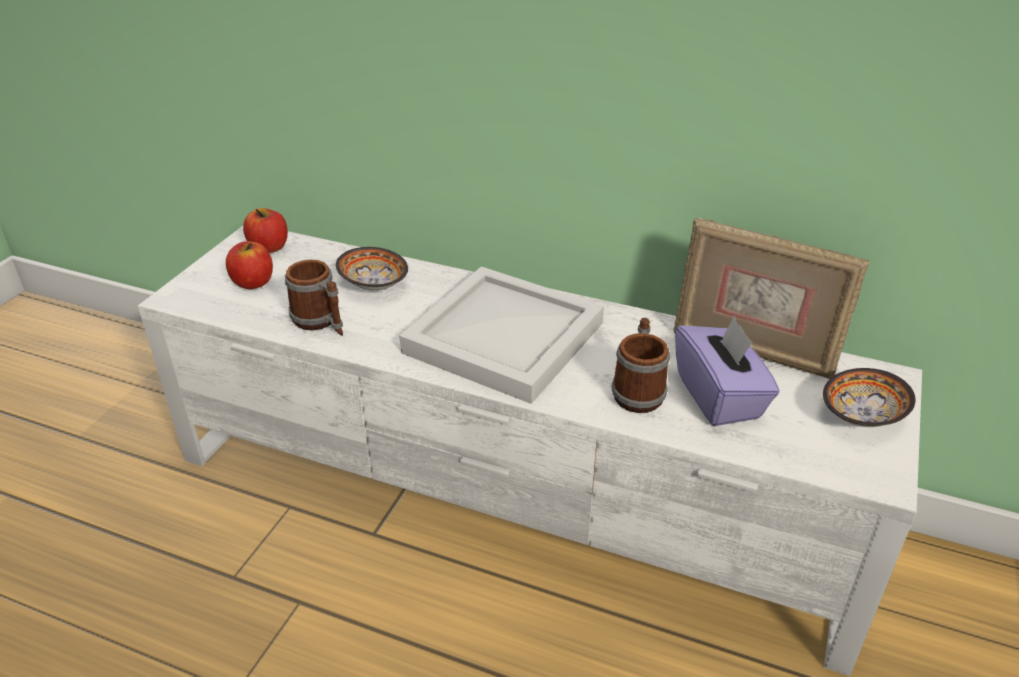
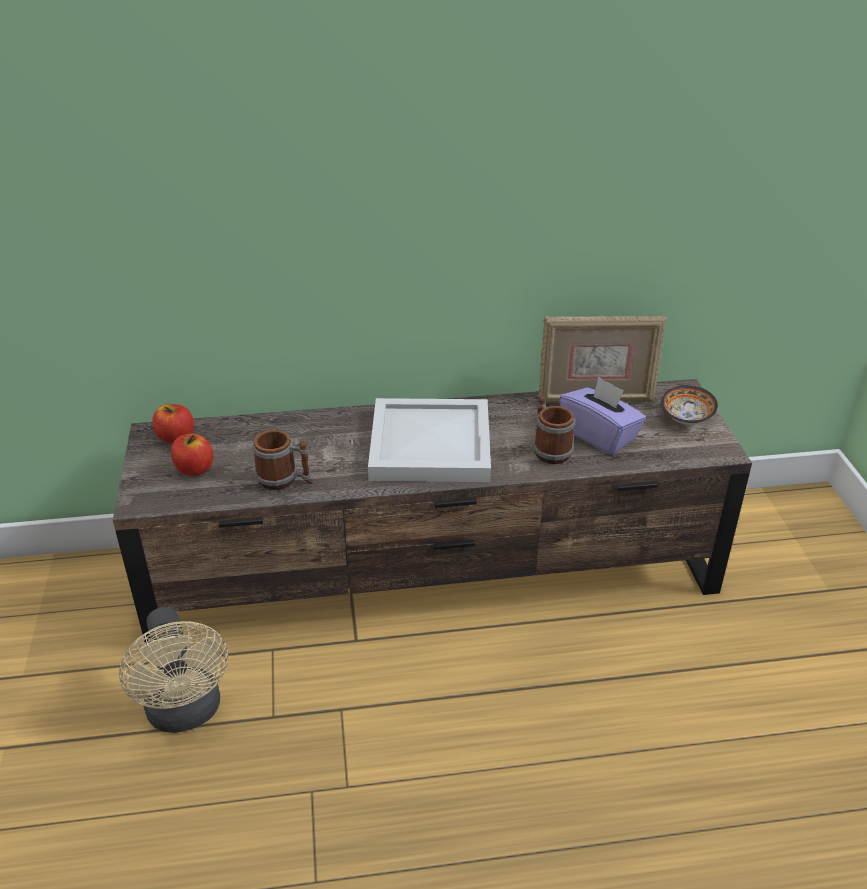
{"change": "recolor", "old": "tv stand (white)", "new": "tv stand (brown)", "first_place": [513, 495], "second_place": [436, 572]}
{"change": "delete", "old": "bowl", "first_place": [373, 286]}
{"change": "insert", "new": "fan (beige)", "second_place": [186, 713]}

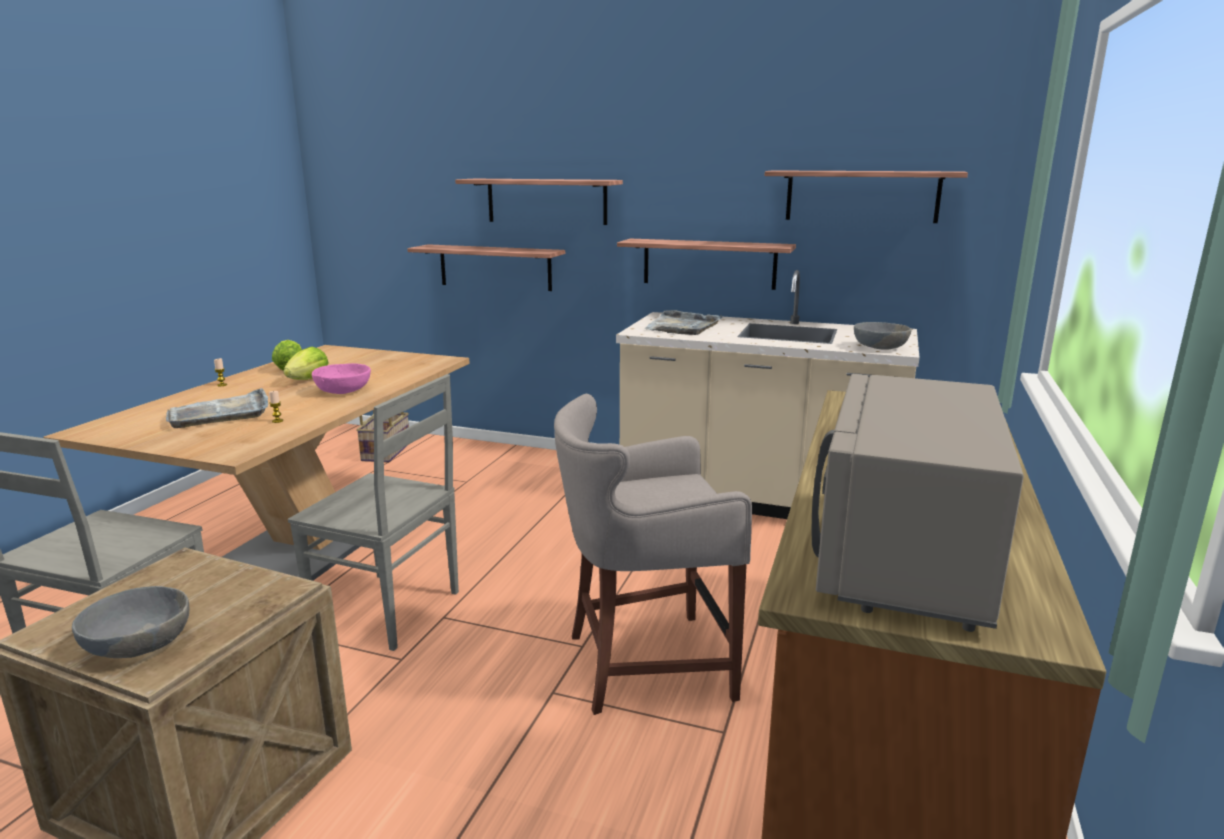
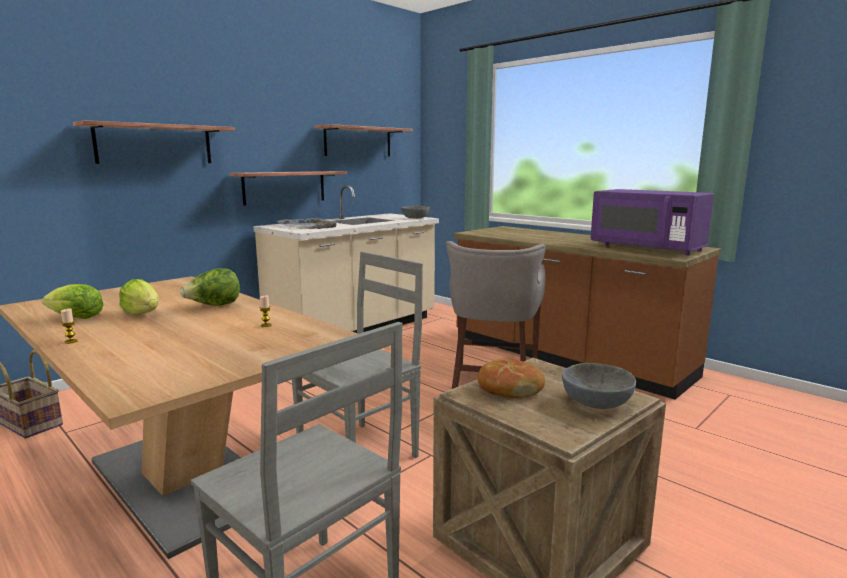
{"change": "delete", "old": "tray (grey)", "first_place": [220, 413]}
{"change": "replace", "old": "bowl (pink)", "new": "lettuce", "first_place": [344, 391], "second_place": [214, 306]}
{"change": "delete", "old": "shelf", "first_place": [495, 267]}
{"change": "recolor", "old": "microwave (grey)", "new": "microwave (purple)", "first_place": [903, 556], "second_place": [647, 248]}
{"change": "insert", "new": "bread", "second_place": [509, 388]}

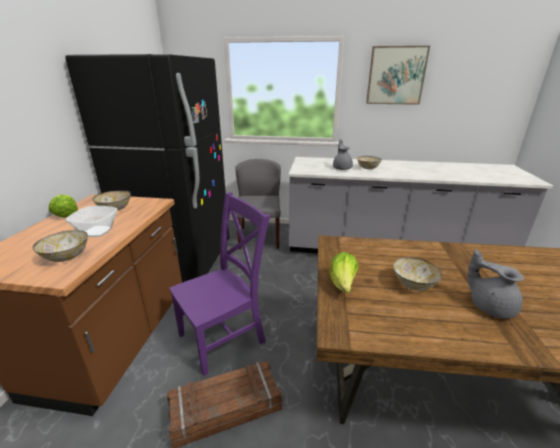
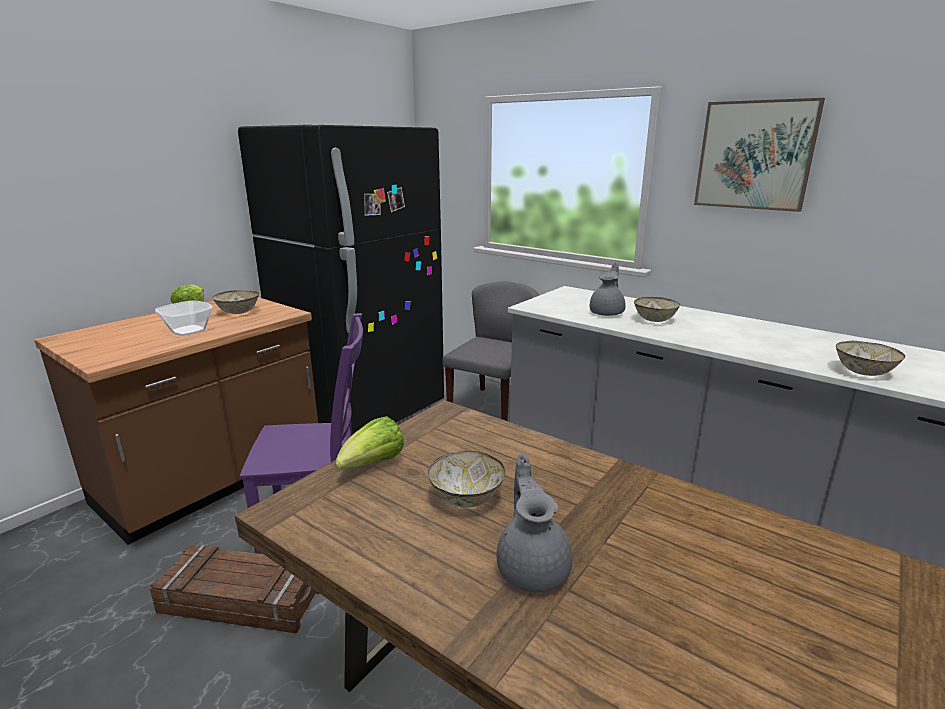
{"change": "move", "old": "bowl", "first_place": [66, 257], "second_place": [862, 372]}

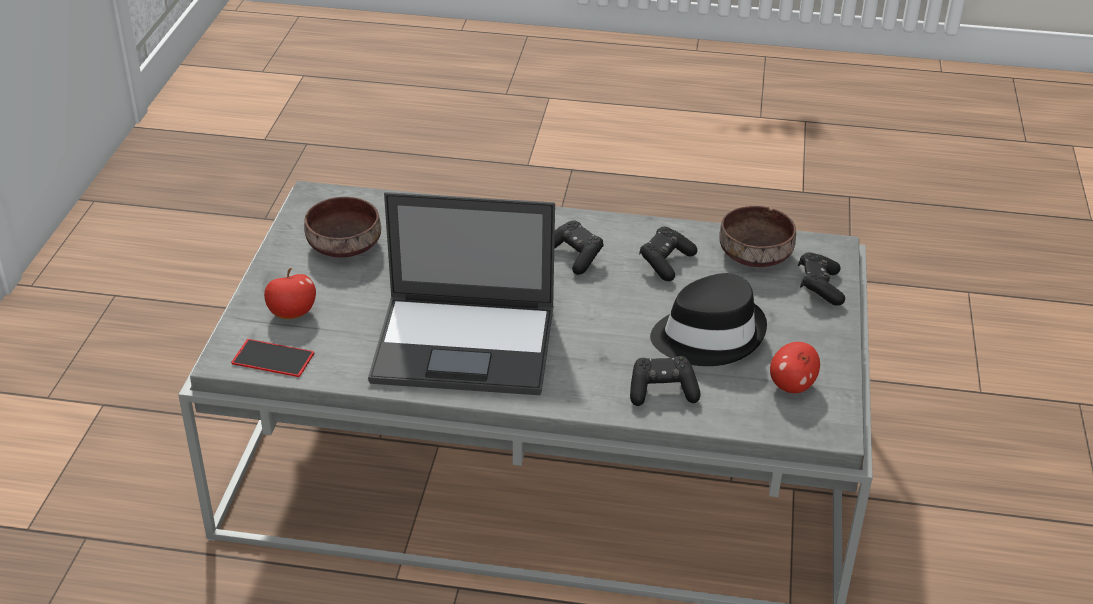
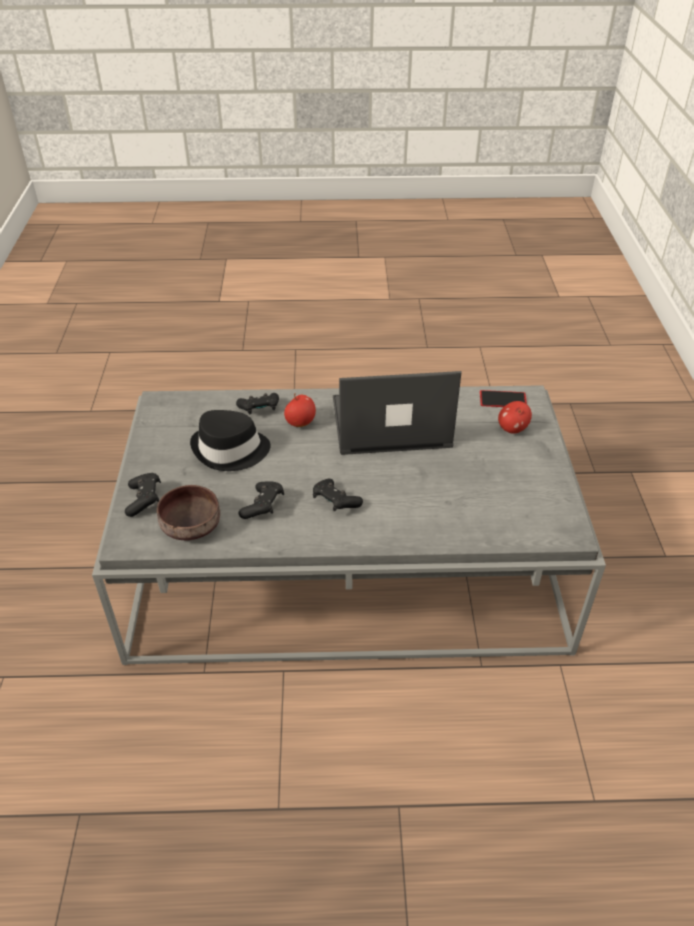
{"change": "delete", "old": "bowl (brown)", "first_place": [346, 246]}
{"change": "move", "old": "apple", "first_place": [791, 386], "second_place": [300, 422]}

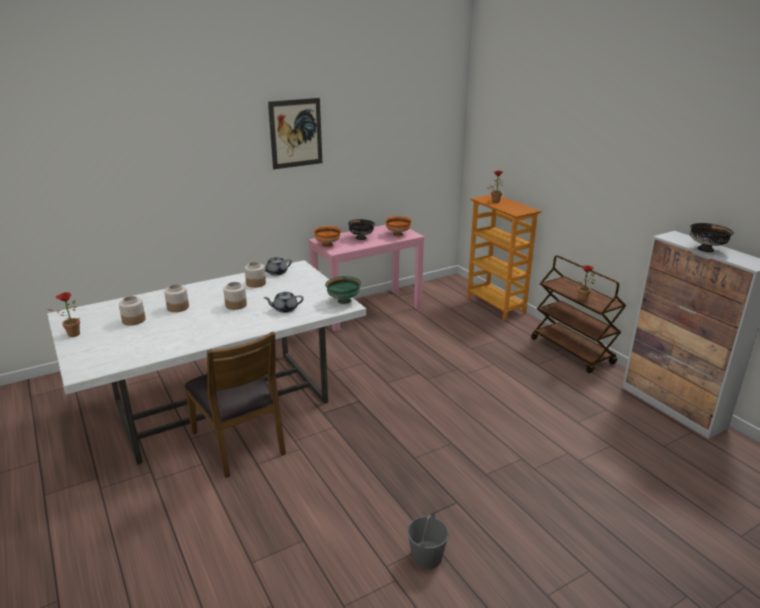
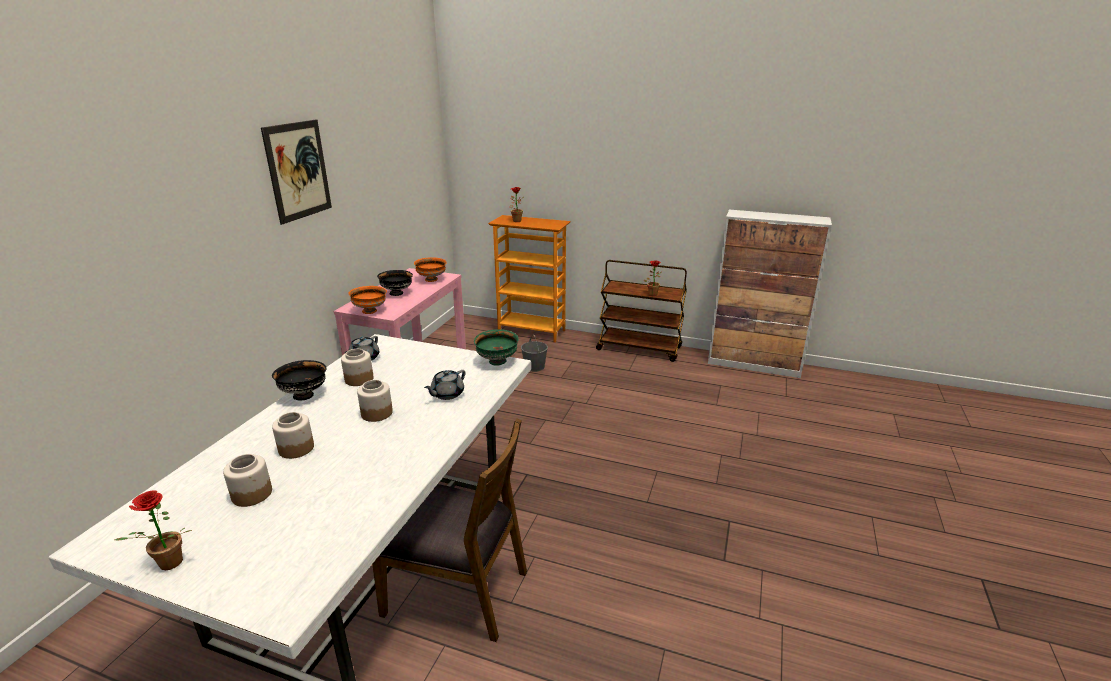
{"change": "move", "old": "bucket (grey)", "first_place": [427, 557], "second_place": [534, 367]}
{"change": "move", "old": "bowl (black)", "first_place": [706, 249], "second_place": [304, 395]}

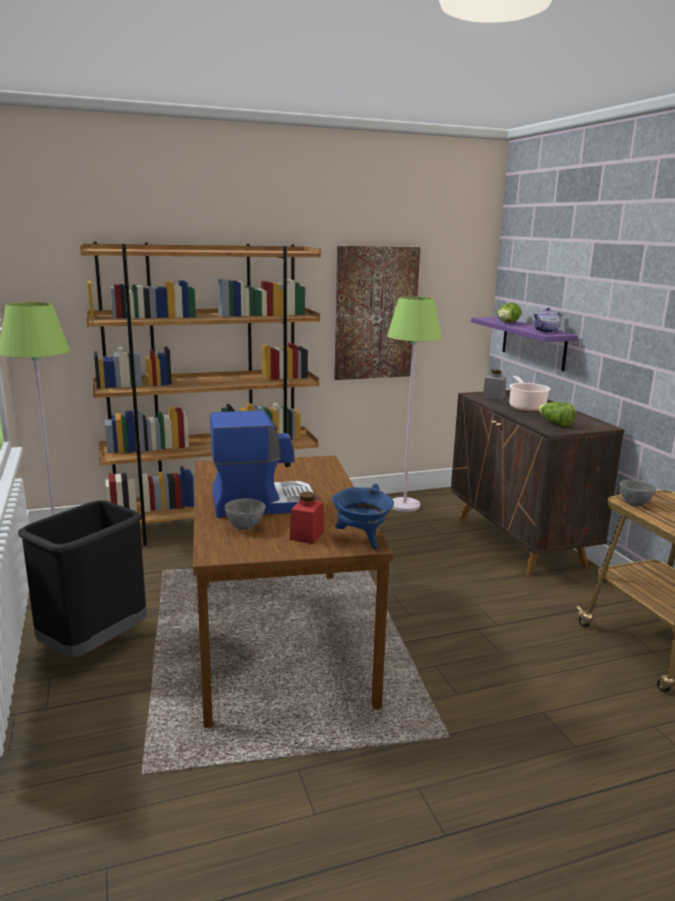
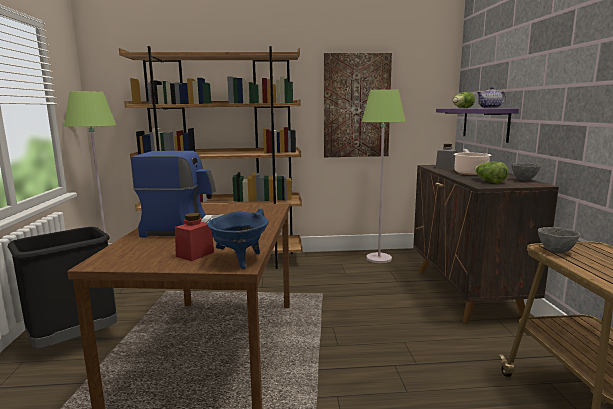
{"change": "move", "old": "bowl (grey)", "first_place": [245, 527], "second_place": [523, 179]}

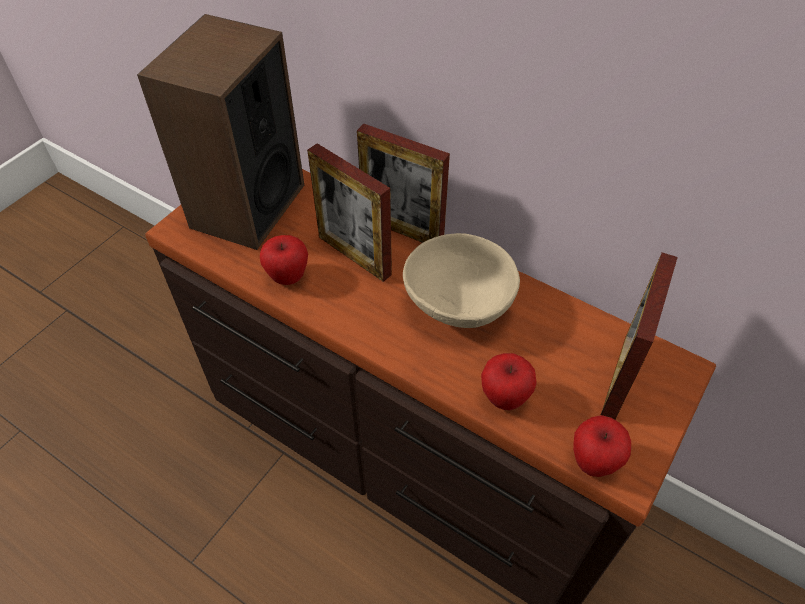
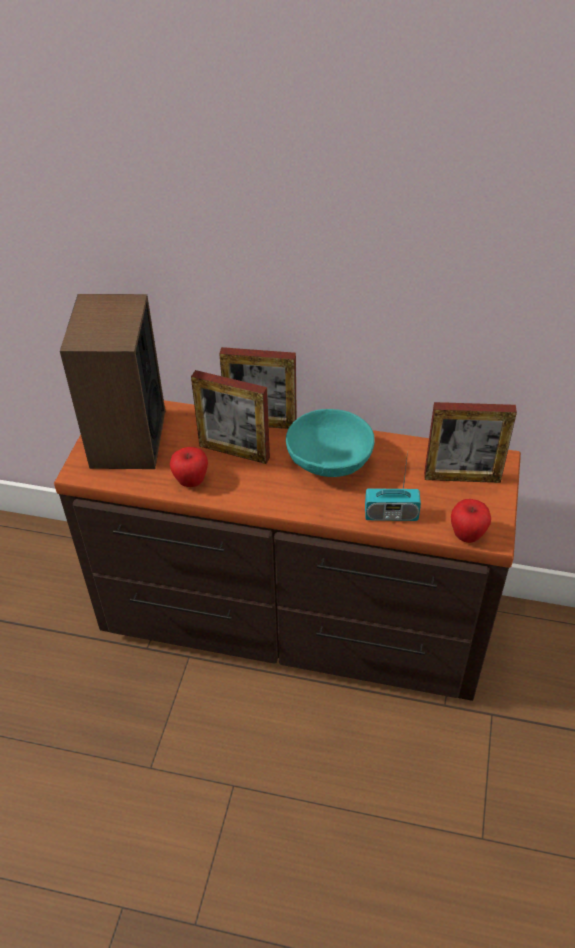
{"change": "recolor", "old": "bowl (beige)", "new": "bowl (turquoise)", "first_place": [459, 304], "second_place": [330, 463]}
{"change": "replace", "old": "apple", "new": "radio", "first_place": [504, 398], "second_place": [391, 514]}
{"change": "rotate", "old": "picture frame", "first_place": [620, 376], "second_place": [462, 477], "degrees": -90}

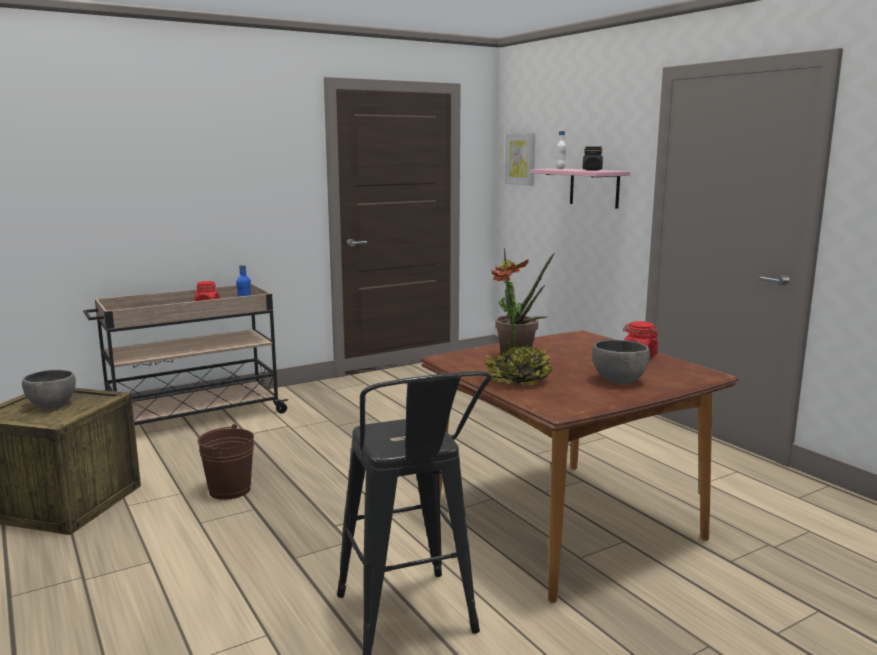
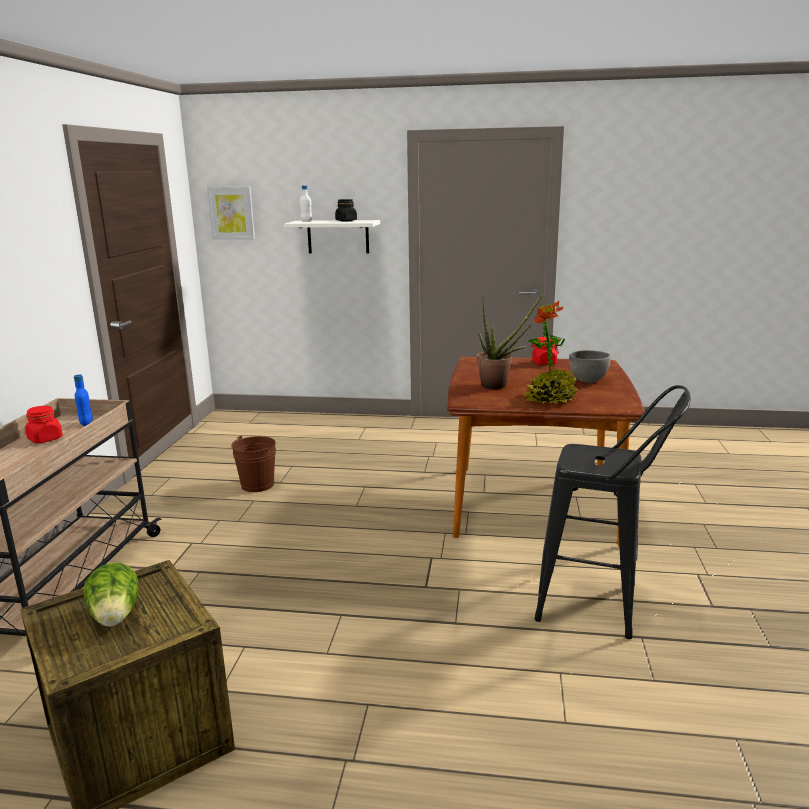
{"change": "replace", "old": "bowl (grey)", "new": "lettuce", "first_place": [52, 405], "second_place": [116, 617]}
{"change": "move", "old": "bucket (brown)", "first_place": [230, 490], "second_place": [257, 485]}
{"change": "recolor", "old": "shelf (pink)", "new": "shelf (white)", "first_place": [594, 188], "second_place": [338, 236]}

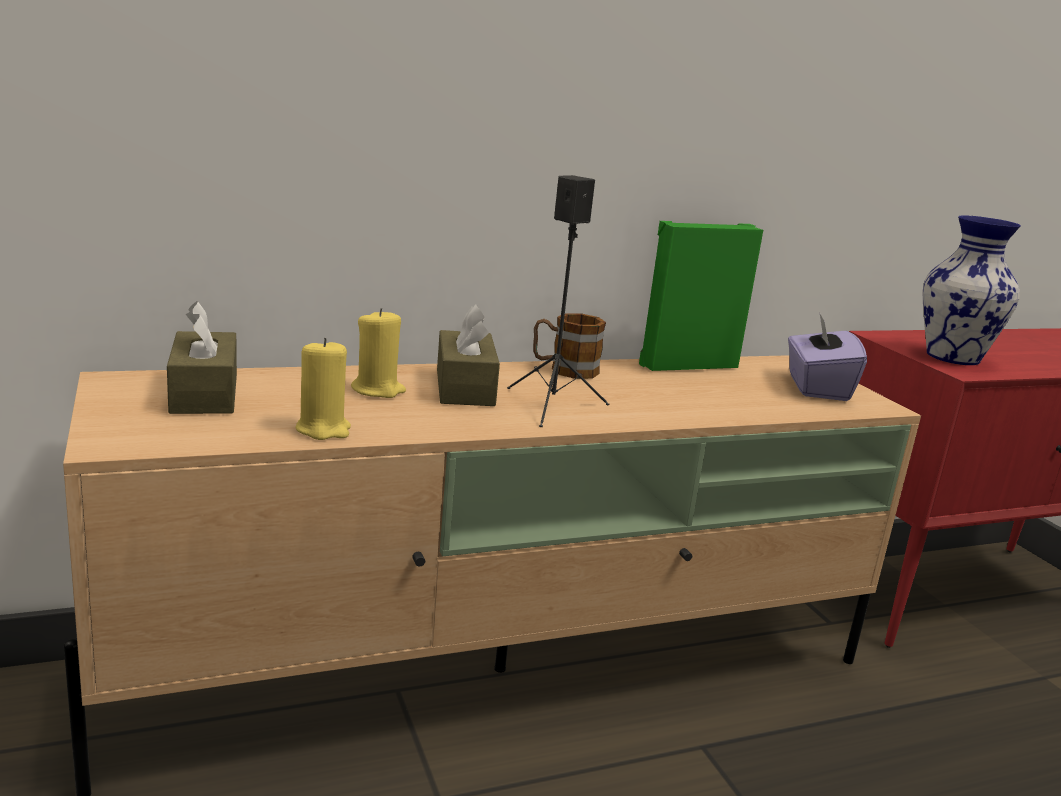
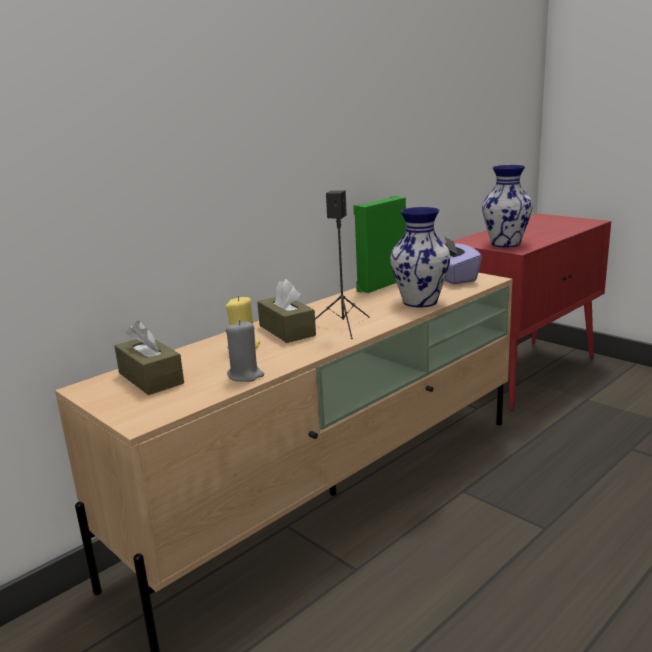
{"change": "recolor", "old": "candle (yellow)", "new": "candle (grey)", "first_place": [323, 429], "second_place": [245, 375]}
{"change": "delete", "old": "mug", "first_place": [564, 370]}
{"change": "insert", "new": "vase", "second_place": [420, 302]}

